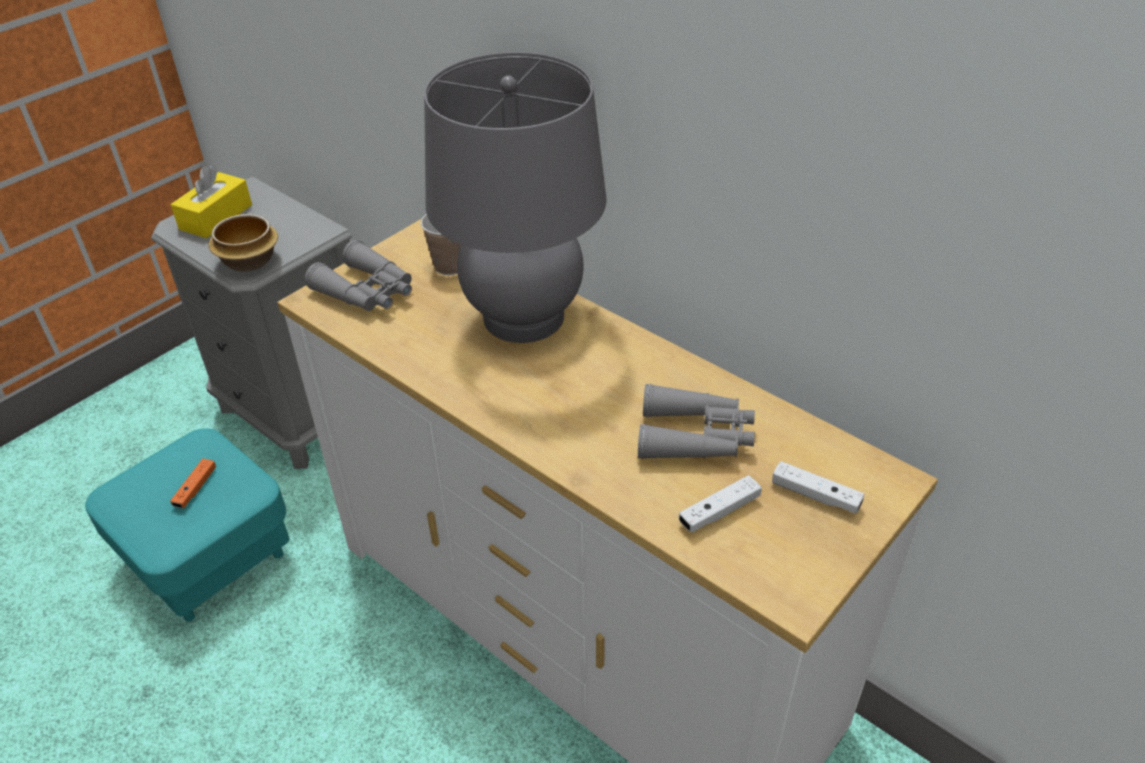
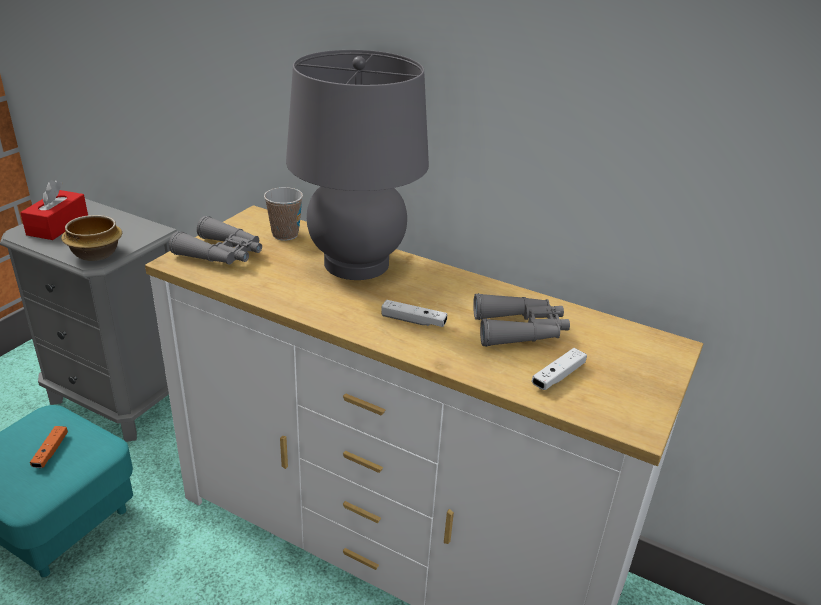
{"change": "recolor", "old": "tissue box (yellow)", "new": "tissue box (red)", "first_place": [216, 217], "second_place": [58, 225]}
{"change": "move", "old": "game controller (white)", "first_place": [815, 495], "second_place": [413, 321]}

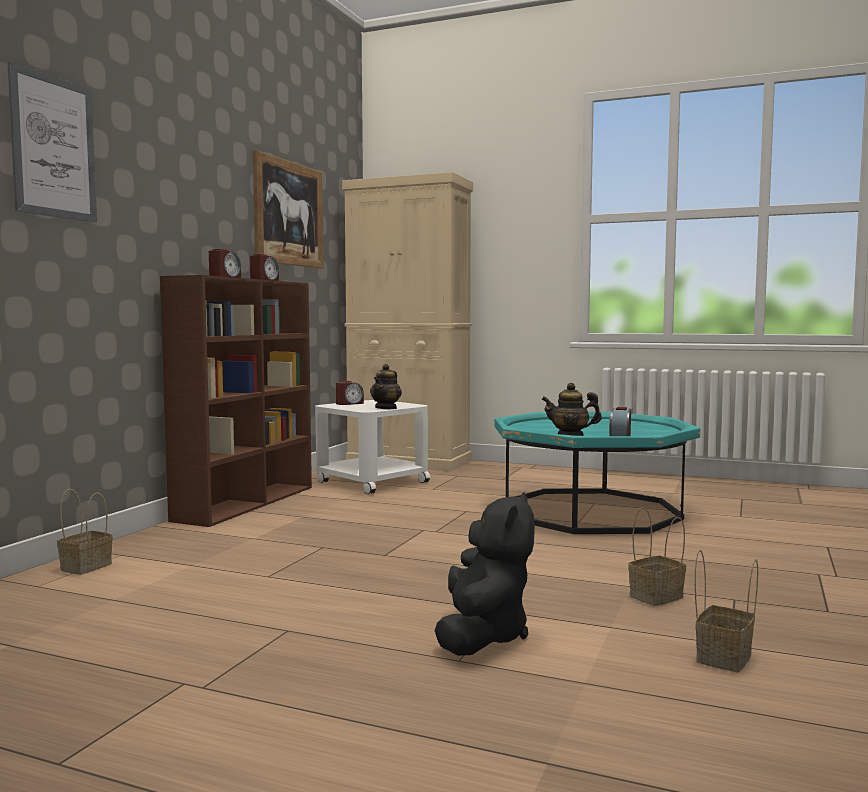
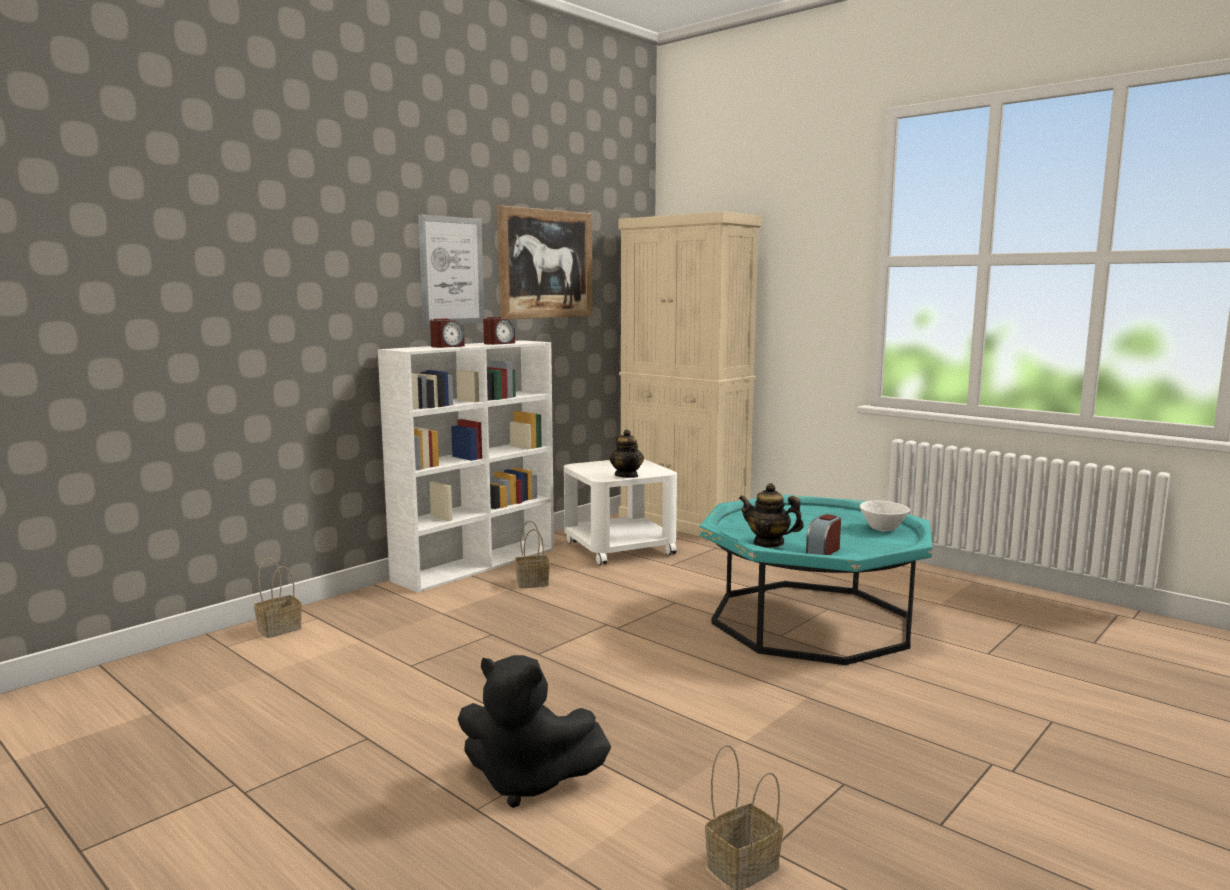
{"change": "move", "old": "picture", "first_place": [53, 147], "second_place": [451, 271]}
{"change": "recolor", "old": "bookcase (brown)", "new": "bookcase (white)", "first_place": [247, 503], "second_place": [477, 564]}
{"change": "delete", "old": "alarm clock", "first_place": [349, 403]}
{"change": "rotate", "old": "teapot", "first_place": [386, 408], "second_place": [626, 475], "degrees": -60}
{"change": "rotate", "old": "plush toy (black)", "first_place": [482, 636], "second_place": [527, 782], "degrees": 75}
{"change": "move", "old": "basket", "first_place": [656, 597], "second_place": [531, 583]}
{"change": "insert", "new": "bowl (white)", "second_place": [882, 529]}

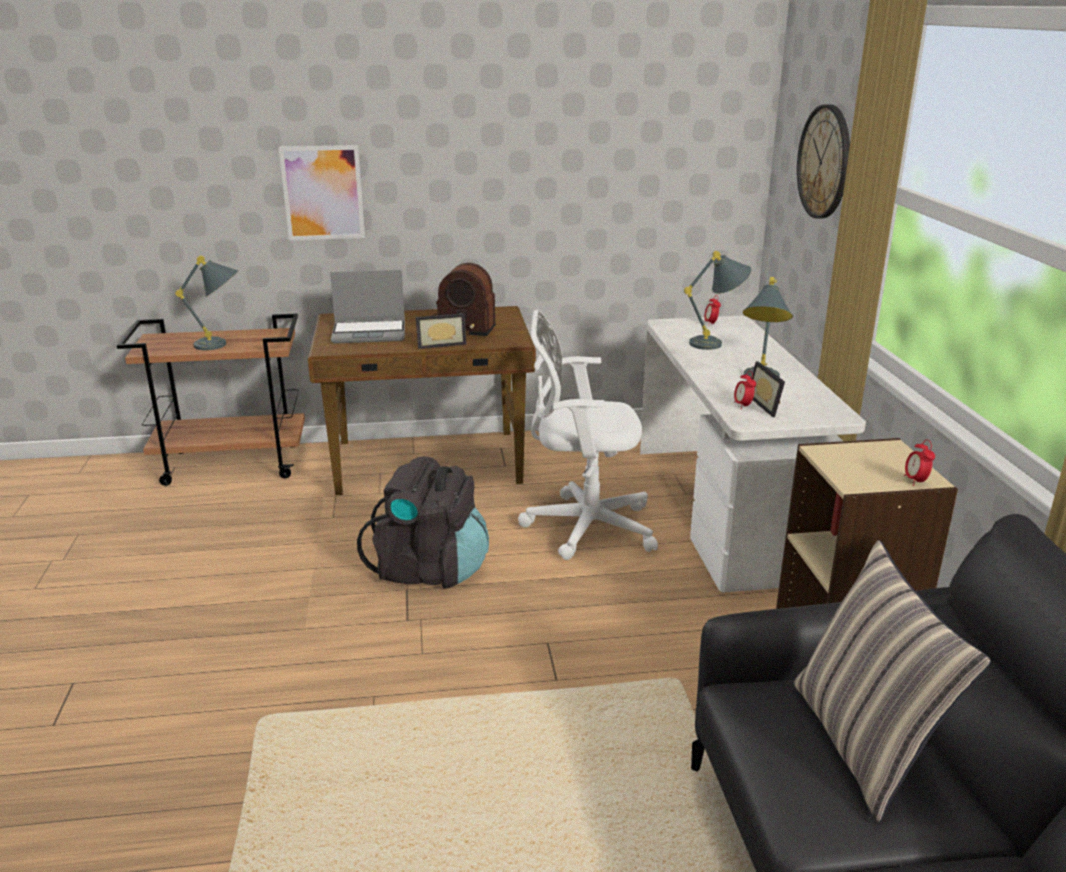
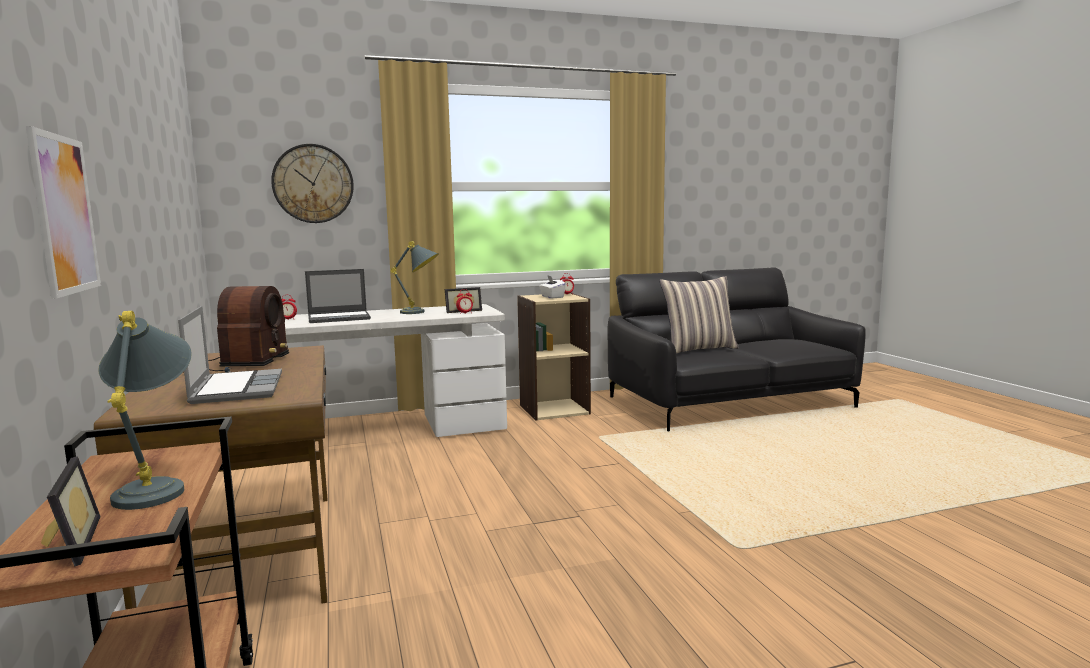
{"change": "delete", "old": "backpack (black)", "first_place": [429, 569]}
{"change": "move", "old": "picture frame", "first_place": [441, 344], "second_place": [66, 544]}
{"change": "delete", "old": "office chair (white)", "first_place": [583, 526]}
{"change": "replace", "old": "table lamp (grey)", "new": "laptop", "first_place": [717, 343], "second_place": [340, 318]}
{"change": "insert", "new": "tissue box (white)", "second_place": [552, 297]}

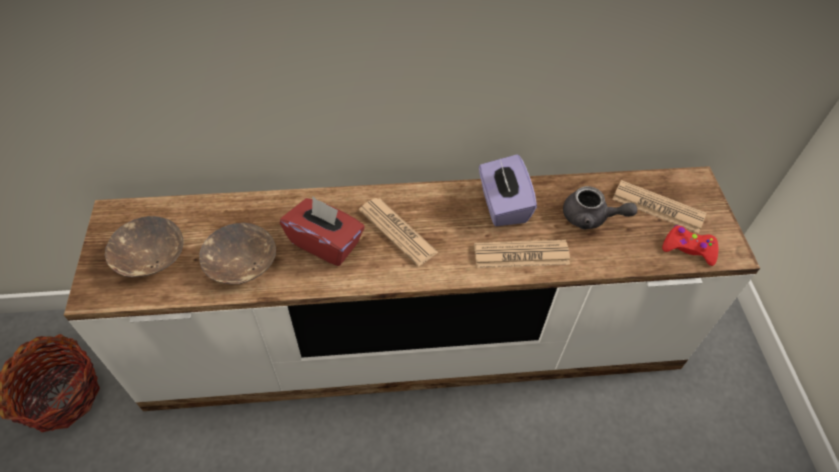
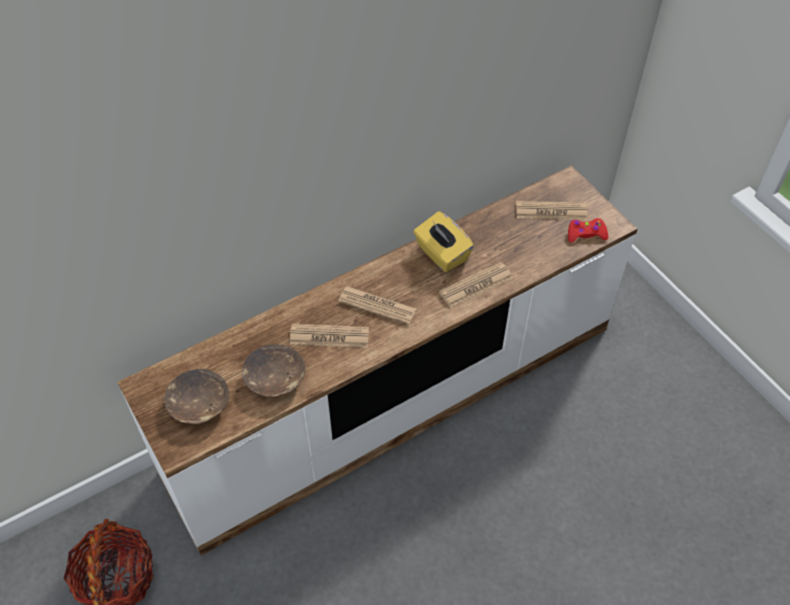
{"change": "replace", "old": "tissue box (red)", "new": "newspaper", "first_place": [325, 243], "second_place": [329, 336]}
{"change": "recolor", "old": "tissue box (purple)", "new": "tissue box (yellow)", "first_place": [502, 205], "second_place": [441, 254]}
{"change": "delete", "old": "teapot (grey)", "first_place": [590, 218]}

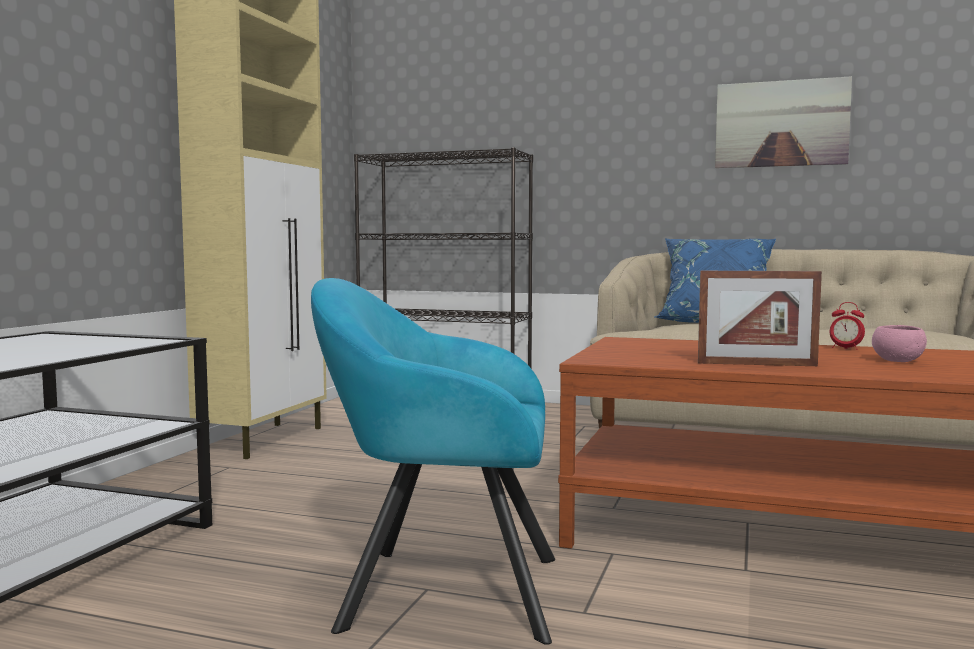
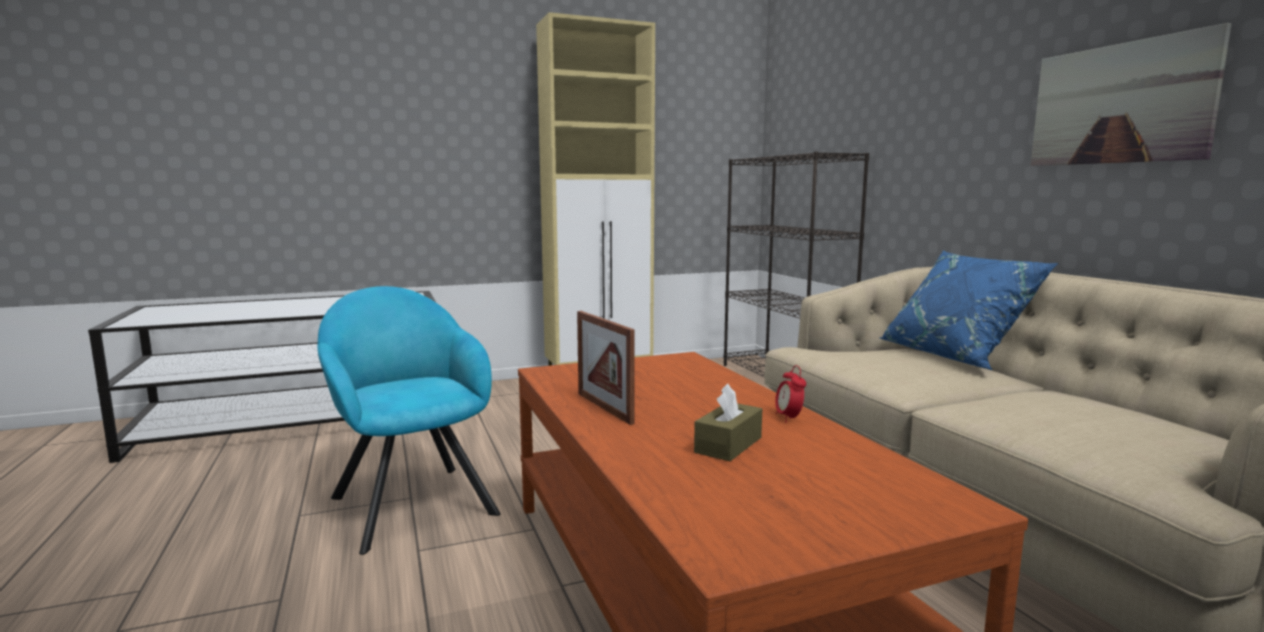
{"change": "replace", "old": "bowl (pink)", "new": "tissue box (brown)", "first_place": [897, 361], "second_place": [728, 445]}

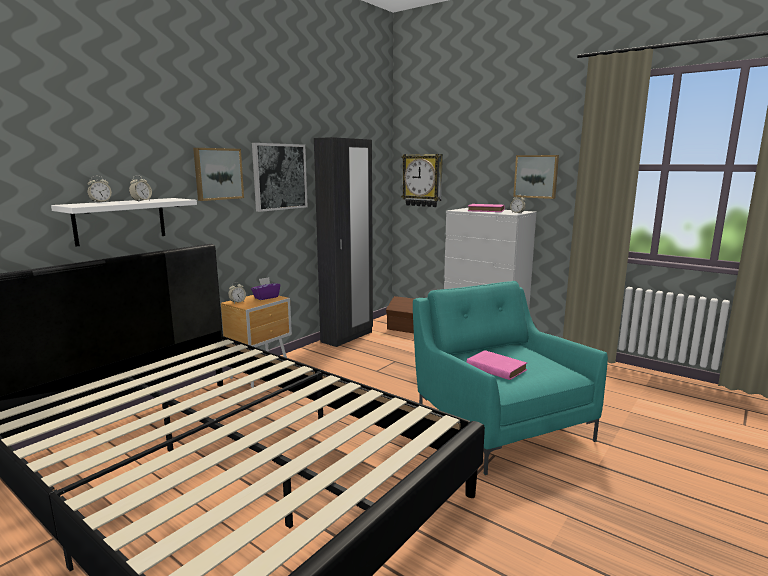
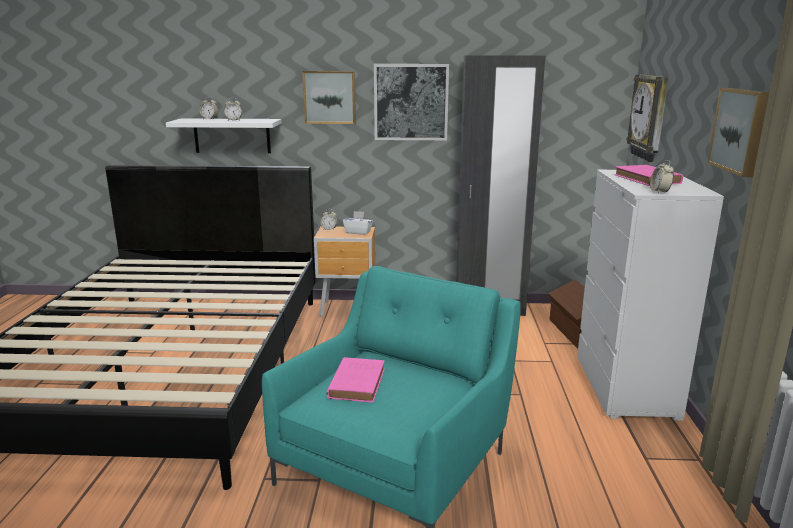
{"change": "recolor", "old": "tissue box (purple)", "new": "tissue box (white)", "first_place": [266, 297], "second_place": [358, 232]}

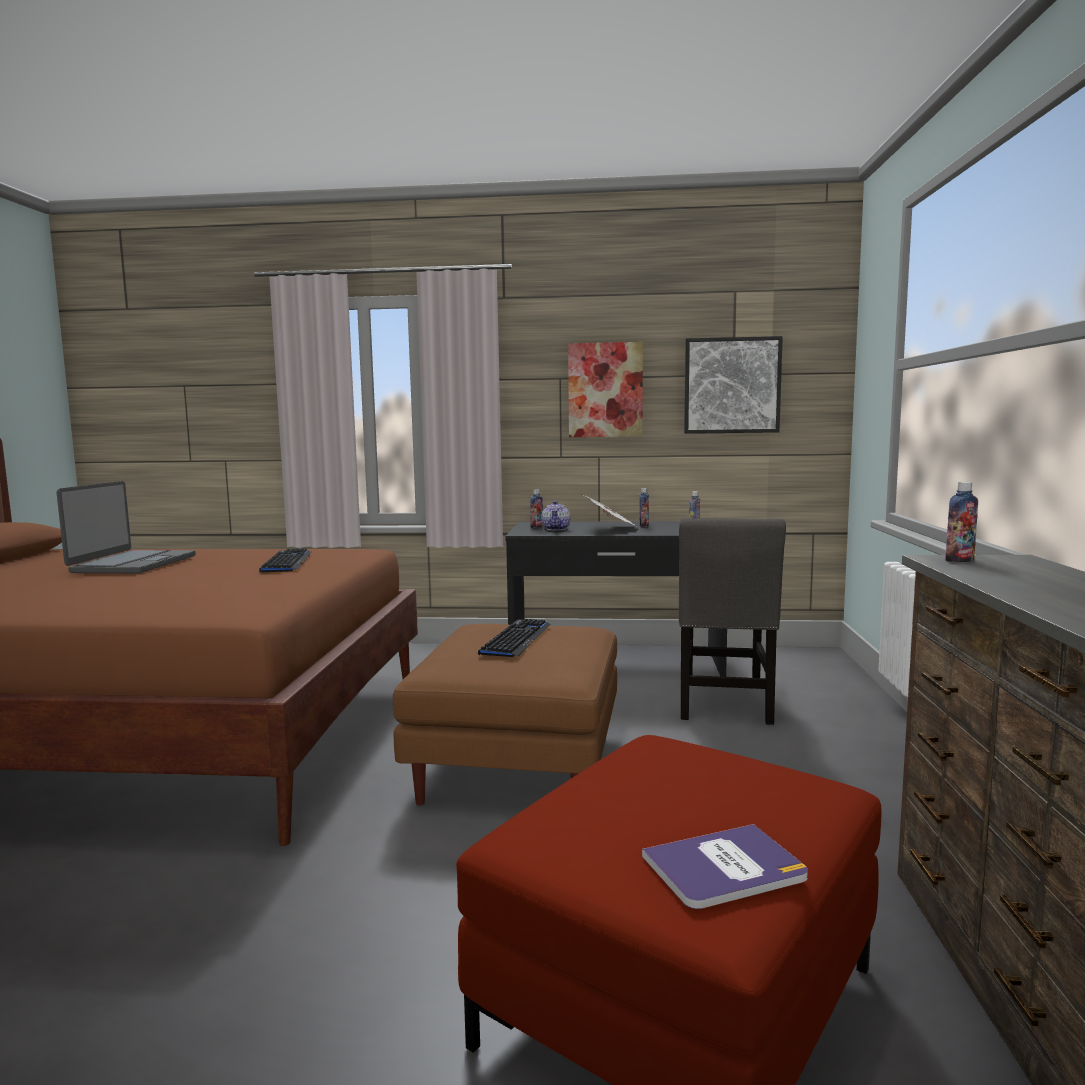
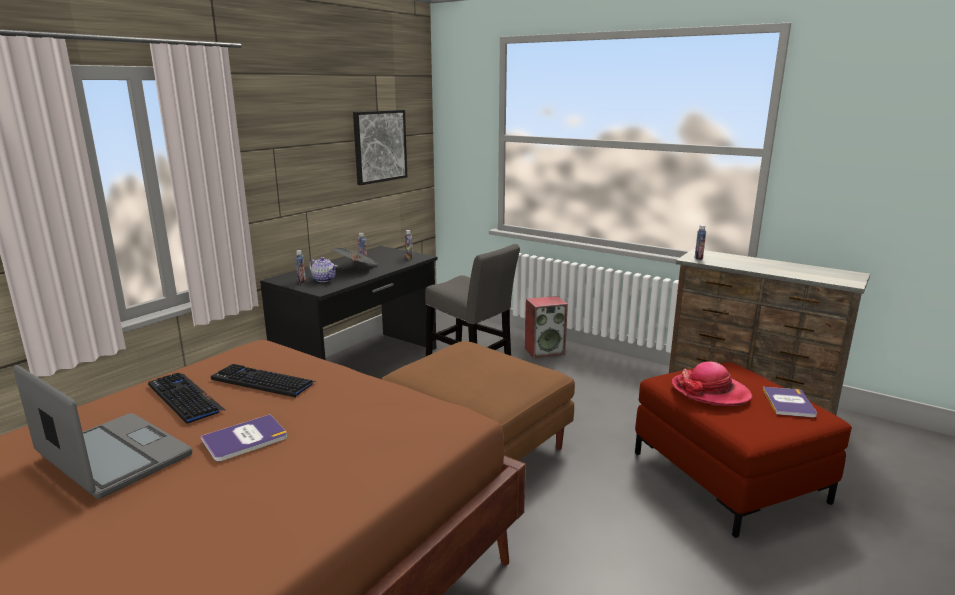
{"change": "move", "old": "keyboard", "first_place": [516, 639], "second_place": [184, 398]}
{"change": "delete", "old": "picture", "first_place": [605, 390]}
{"change": "insert", "new": "book", "second_place": [245, 439]}
{"change": "insert", "new": "speaker", "second_place": [545, 351]}
{"change": "insert", "new": "hat", "second_place": [710, 392]}

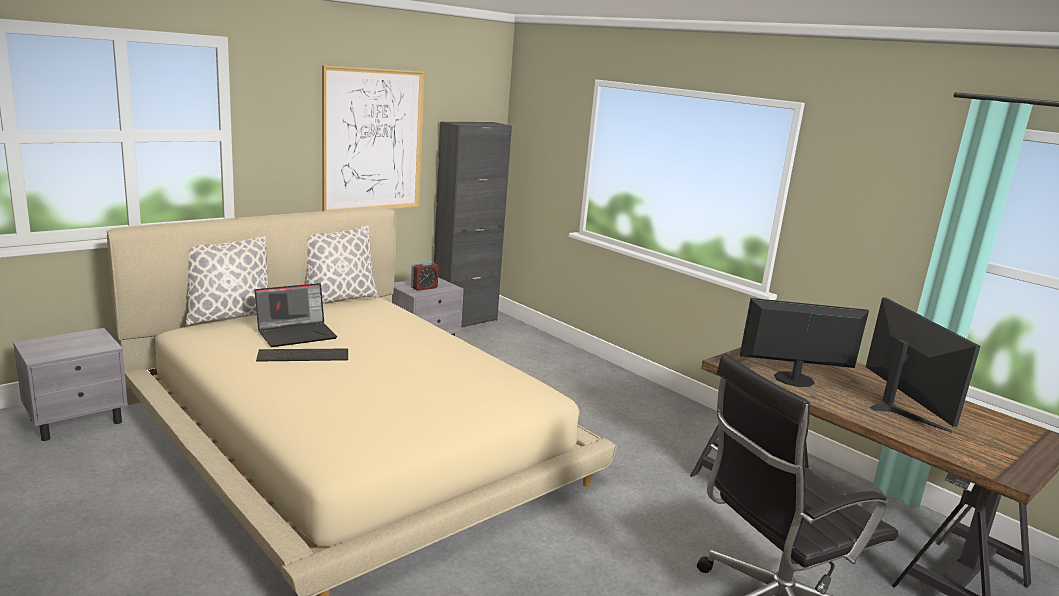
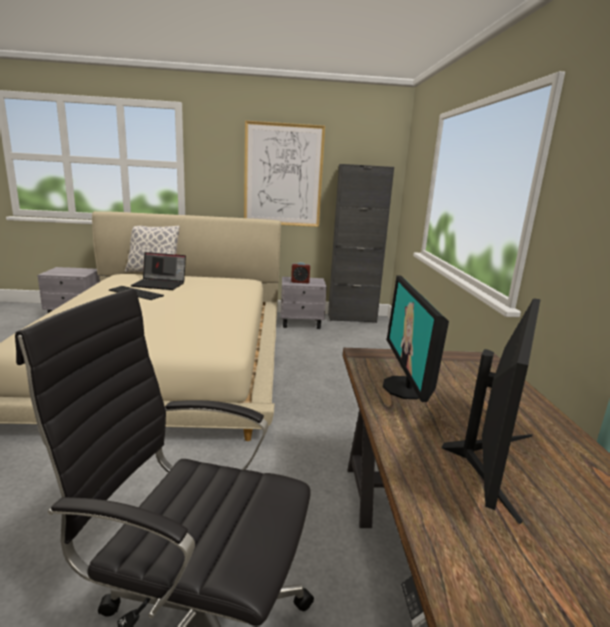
{"change": "delete", "old": "pillow", "first_place": [338, 299]}
{"change": "rotate", "old": "monitor", "first_place": [794, 380], "second_place": [405, 387], "degrees": -135}

